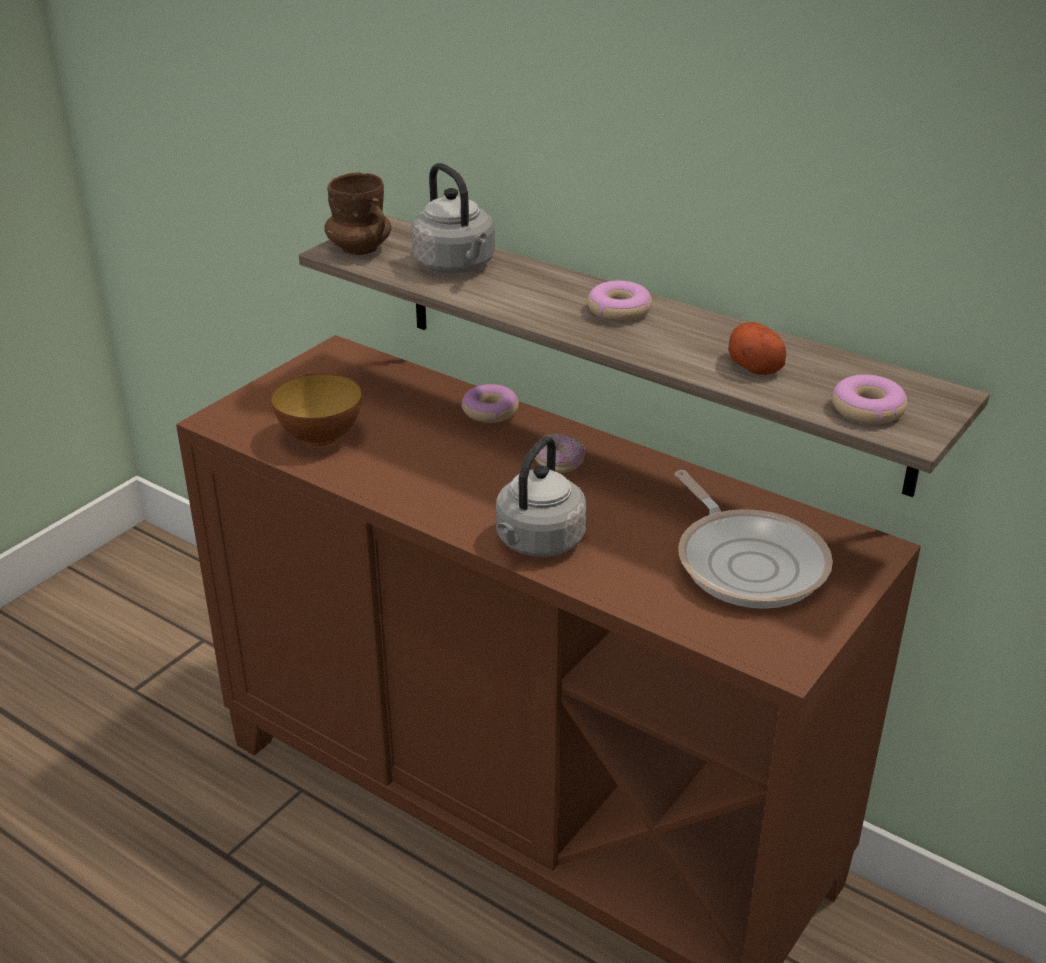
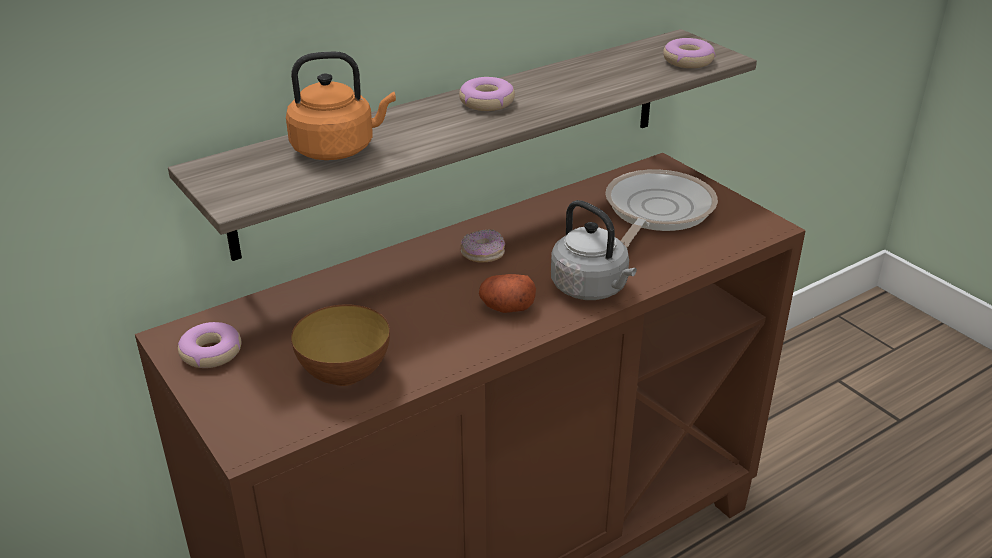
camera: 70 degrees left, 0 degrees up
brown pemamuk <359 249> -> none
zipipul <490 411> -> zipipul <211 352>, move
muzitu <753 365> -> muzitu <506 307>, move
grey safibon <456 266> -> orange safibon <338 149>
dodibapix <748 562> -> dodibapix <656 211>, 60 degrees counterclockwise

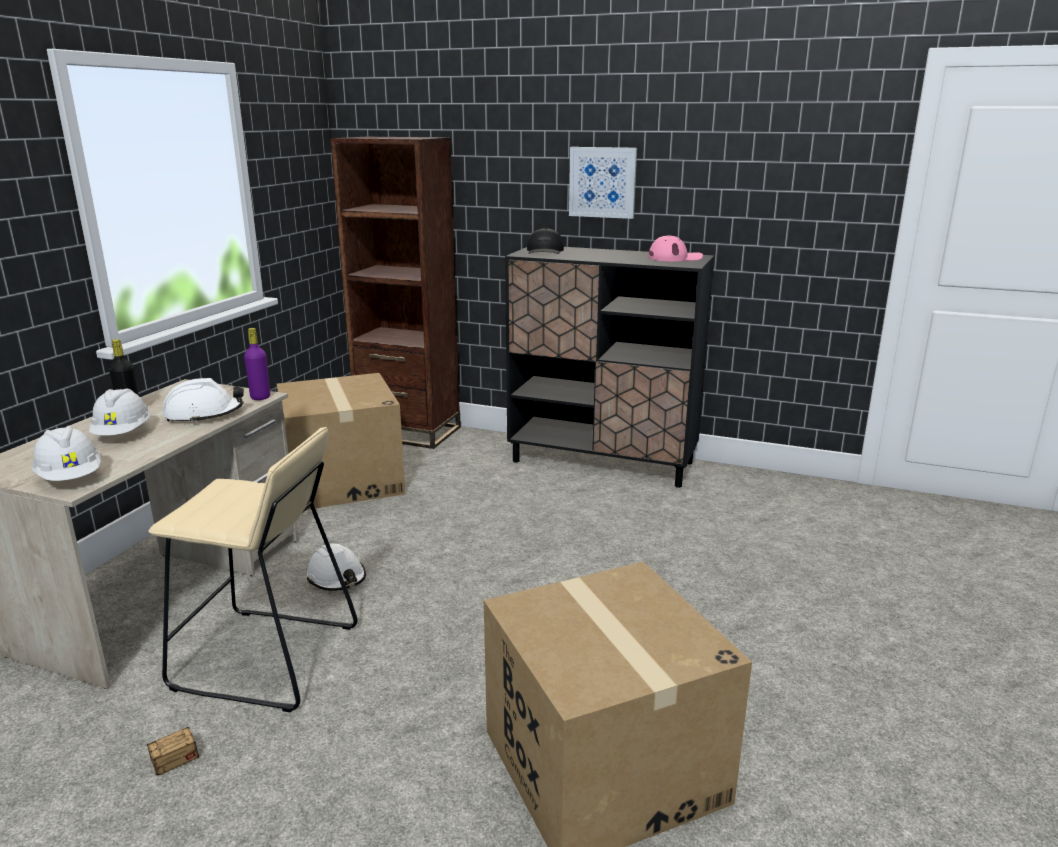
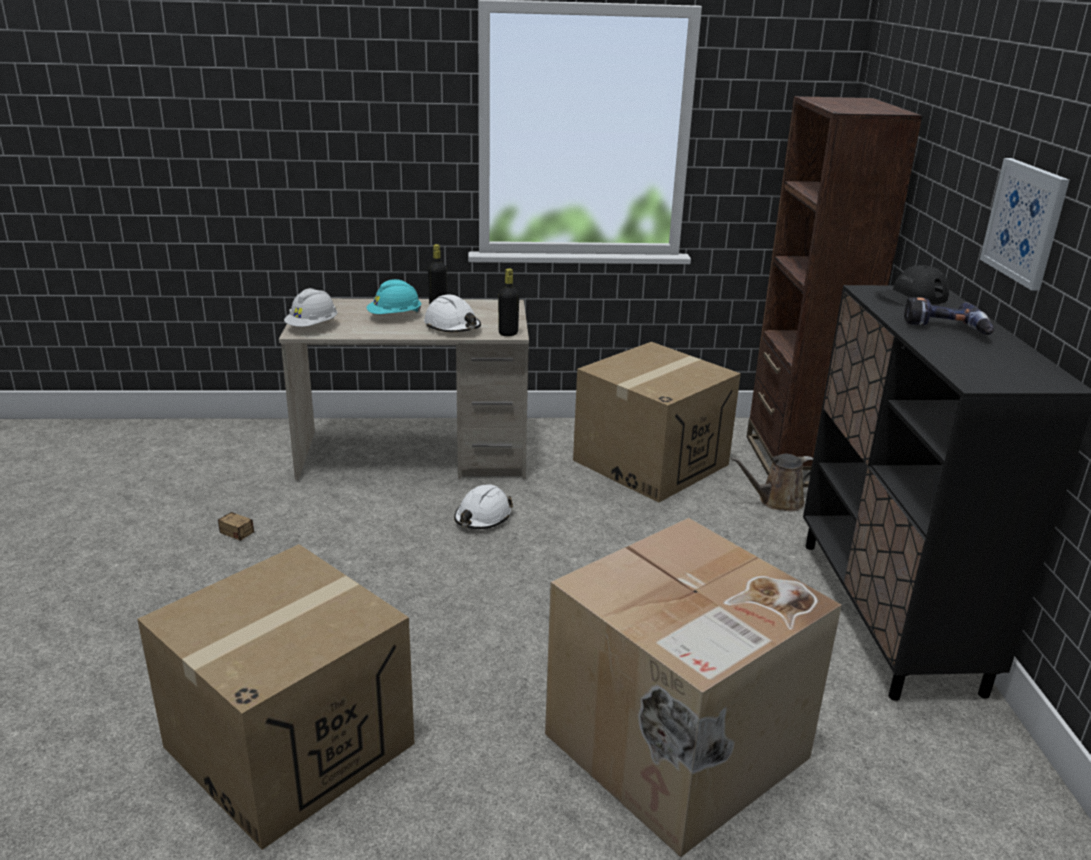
camera: 65 degrees right, 5 degrees up
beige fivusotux <265 658> -> none
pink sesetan <675 258> -> none
none -> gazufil <676 749>
none -> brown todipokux <777 501>
none -> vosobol <945 330>
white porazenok <123 434> -> turquoise porazenok <394 317>
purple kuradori <260 397> -> black kuradori <508 333>

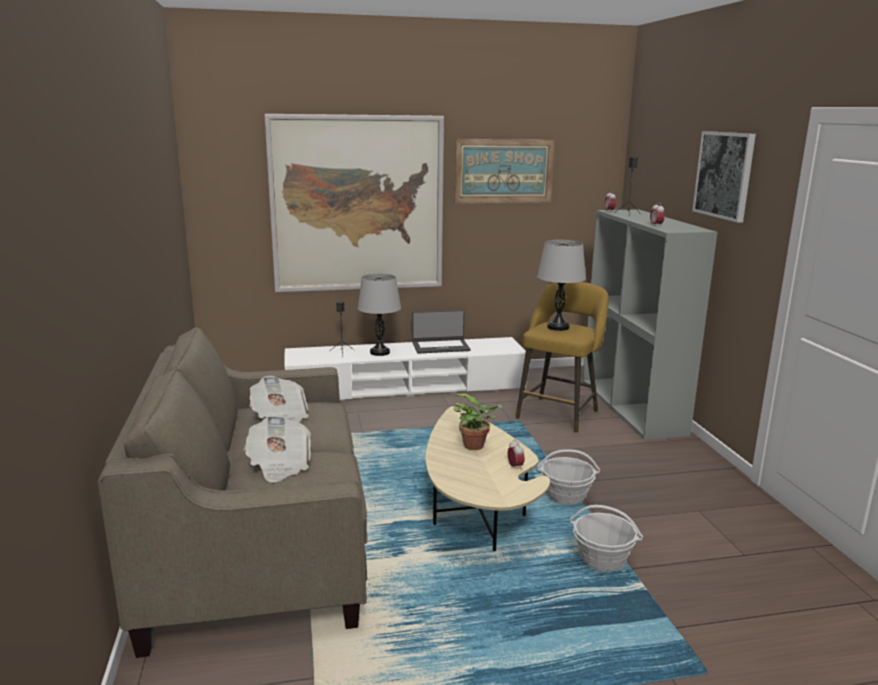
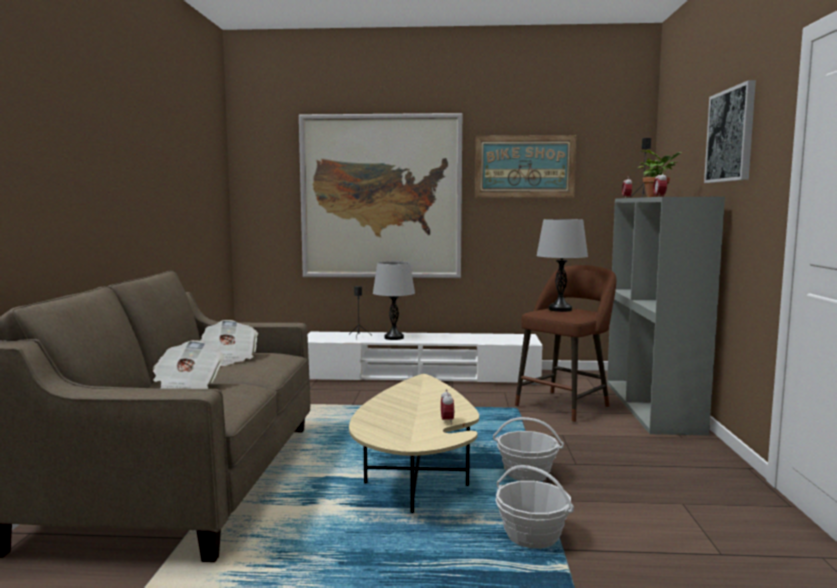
camera: 15 degrees right, 10 degrees down
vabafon <440 347> -> none
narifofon <476 446> -> narifofon <657 197>, move
yellow fivusotux <559 413> -> brown fivusotux <565 405>

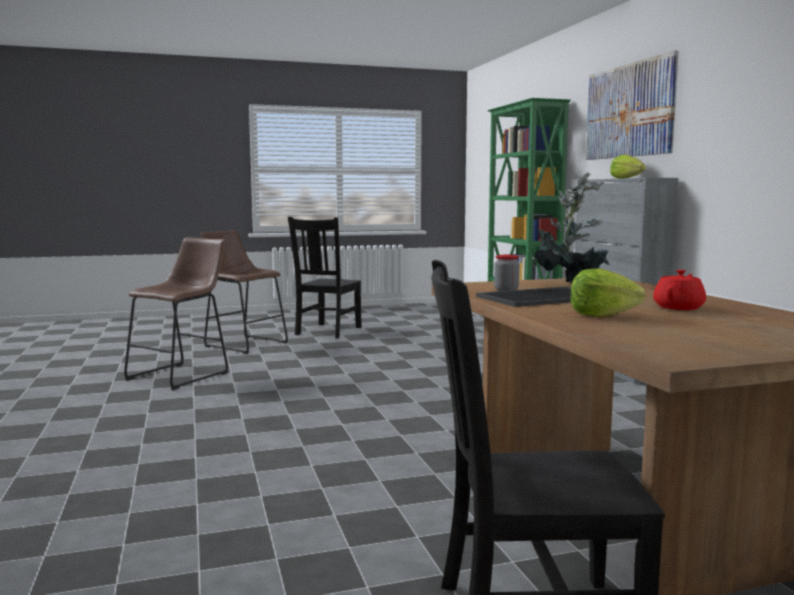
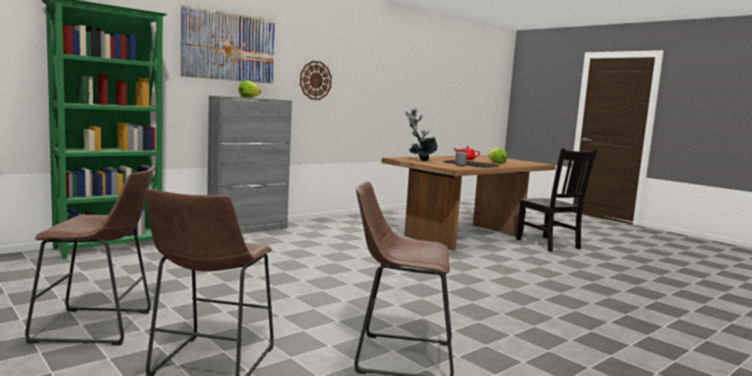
camera: 115 degrees left, 0 degrees up
none -> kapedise <315 80>
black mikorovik <327 331> -> brown fivusotux <100 327>

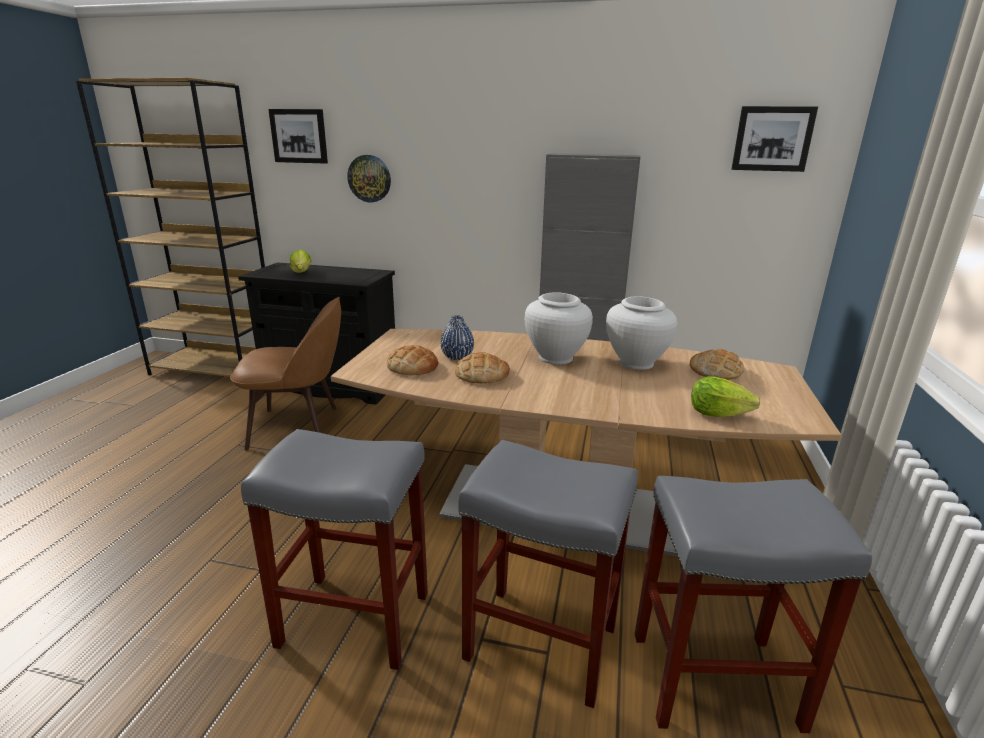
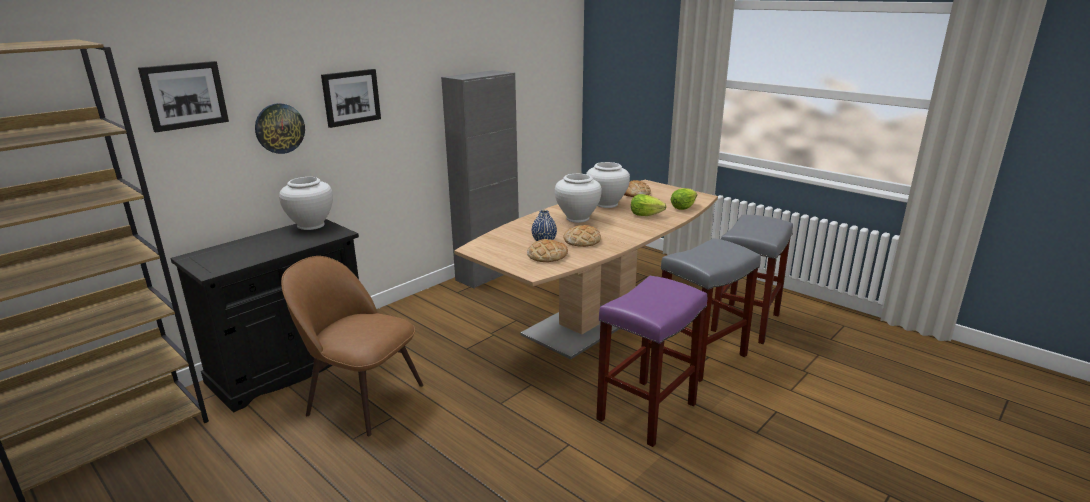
camera: 60 degrees left, 0 degrees up
none -> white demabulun <311 225>
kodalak <301 272> -> kodalak <645 215>, move
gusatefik <772 139> -> gusatefik <351 97>, move
grey fivusotux <352 620> -> purple fivusotux <646 412>
brown mikorovik <298 427> -> brown mikorovik <362 398>, 90 degrees counterclockwise

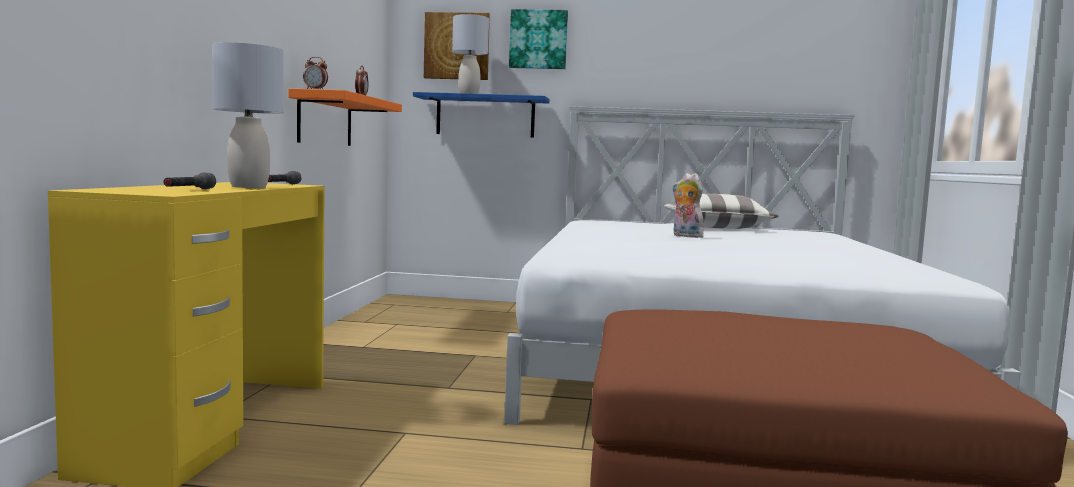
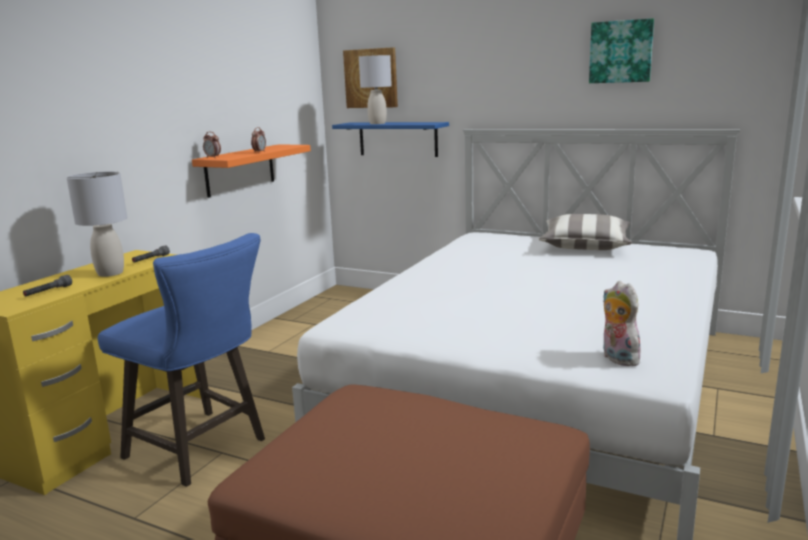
camera: 20 degrees right, 10 degrees up
none -> blue fivusotux <203 450>
gusatefik <538 39> -> gusatefik <621 52>, move
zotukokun <685 236> -> zotukokun <617 358>, move

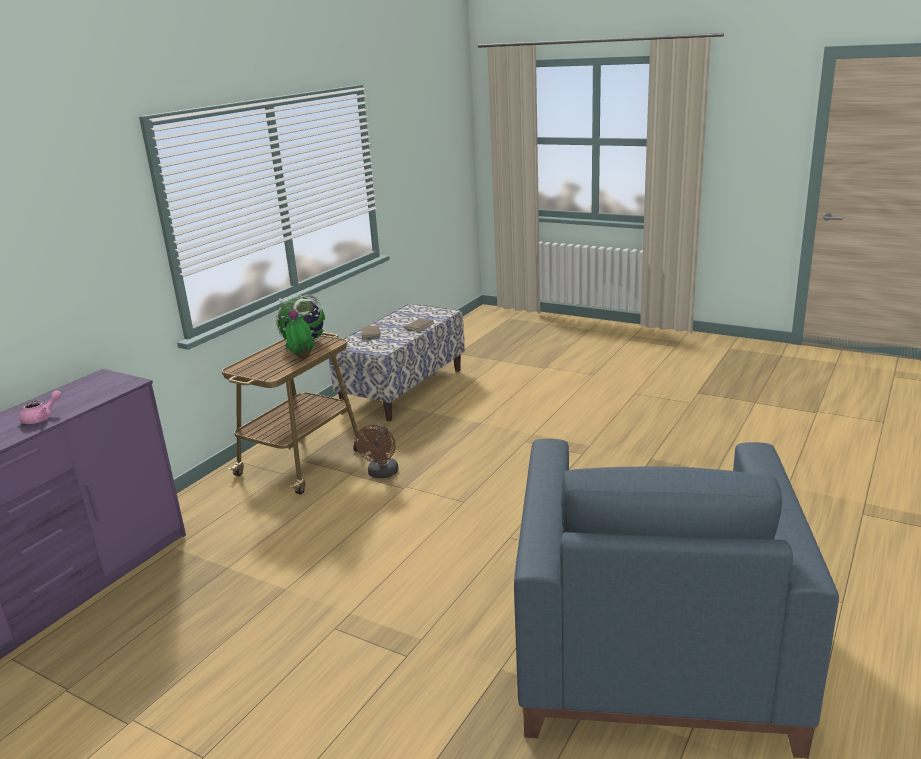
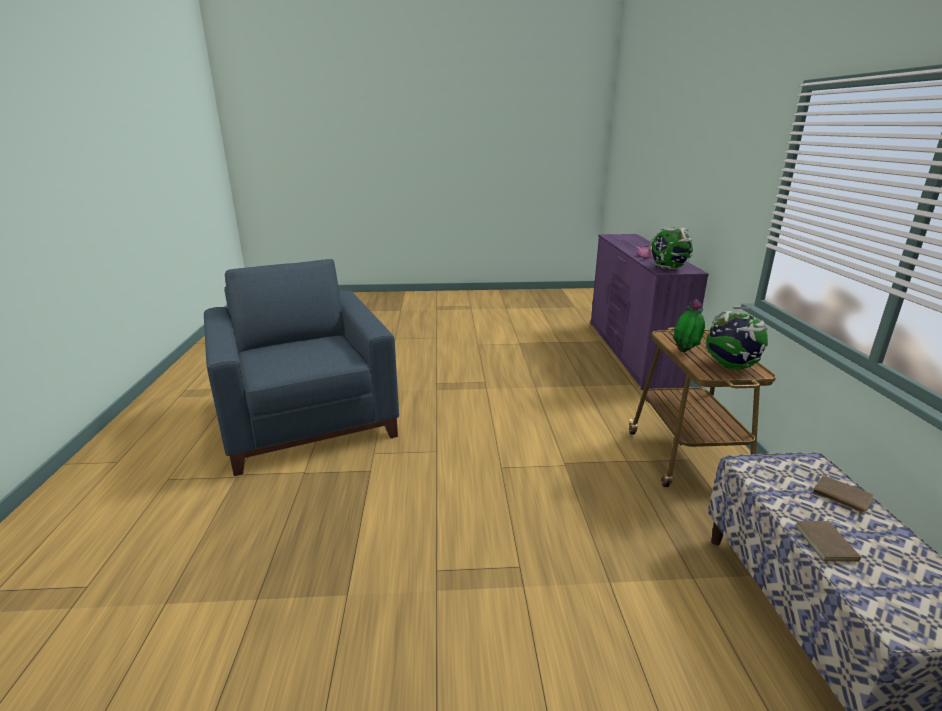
camera: 145 degrees right, 0 degrees up
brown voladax <382 474> -> none
none -> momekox <668 268>

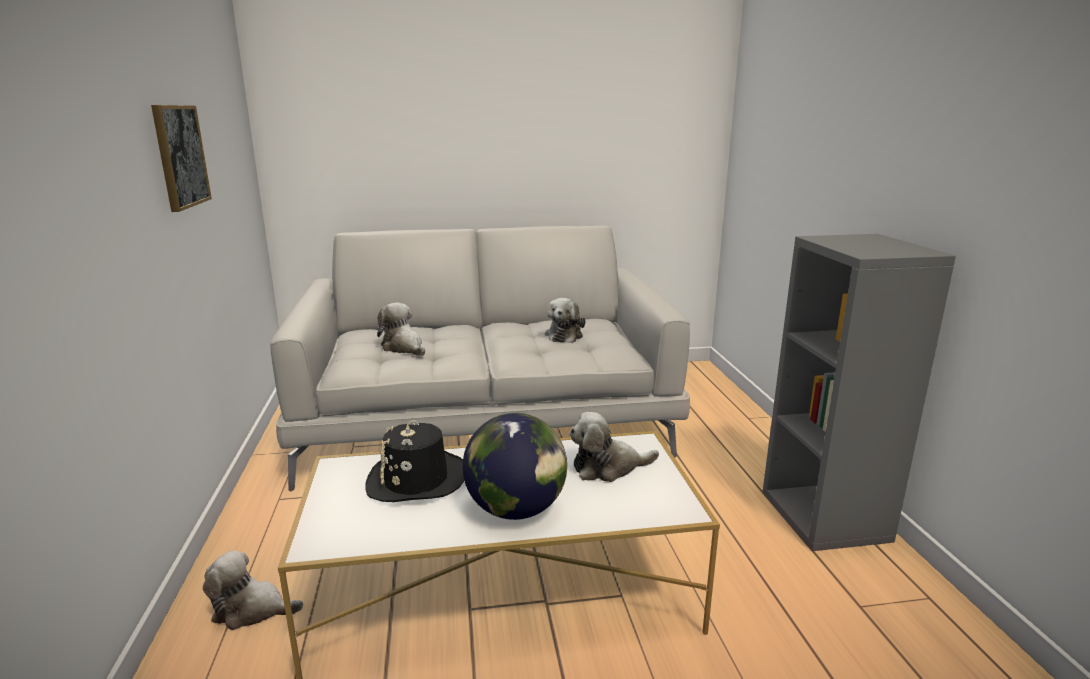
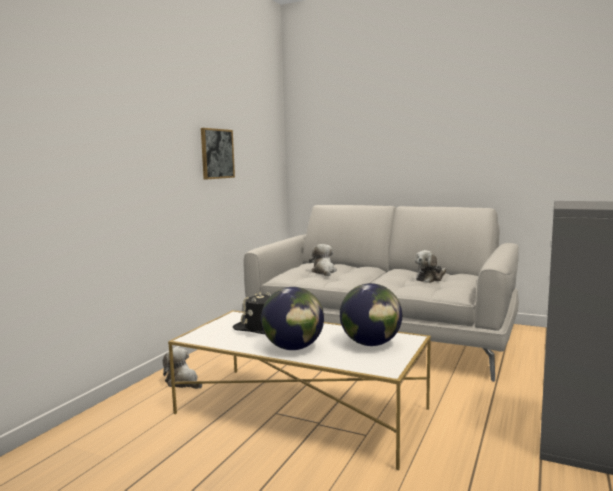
camera: 35 degrees right, 10 degrees down
zotukokun <608 467> -> momekox <371 344>

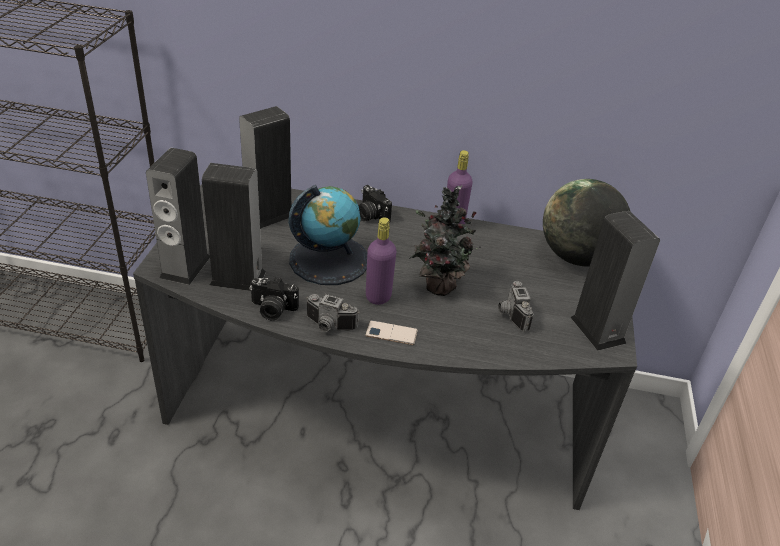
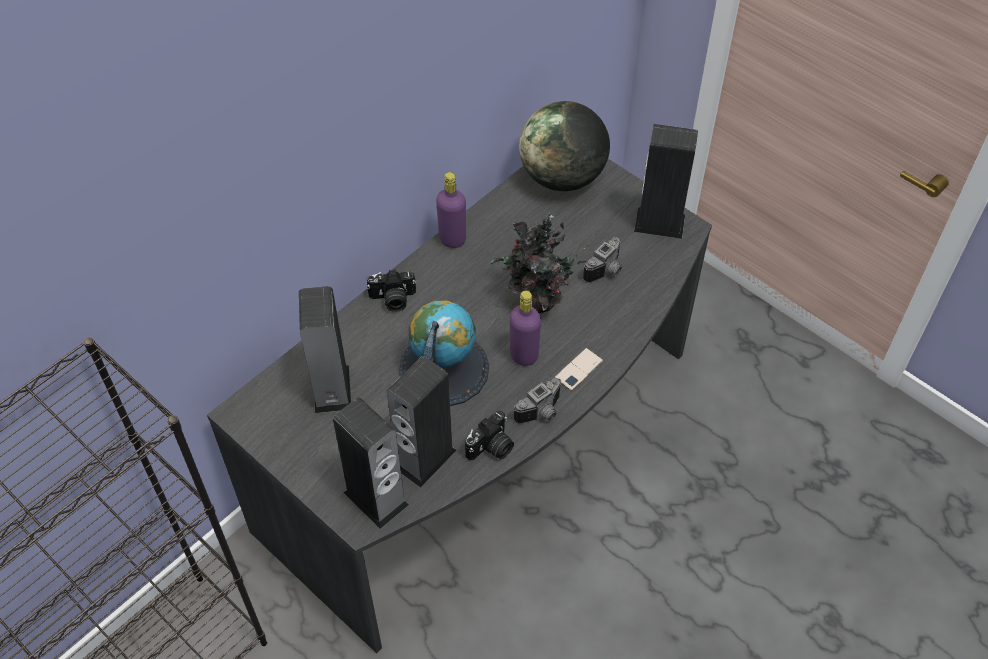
camera: 55 degrees left, 15 degrees up
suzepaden <510 315> -> suzepaden <607 271>, 75 degrees counterclockwise

